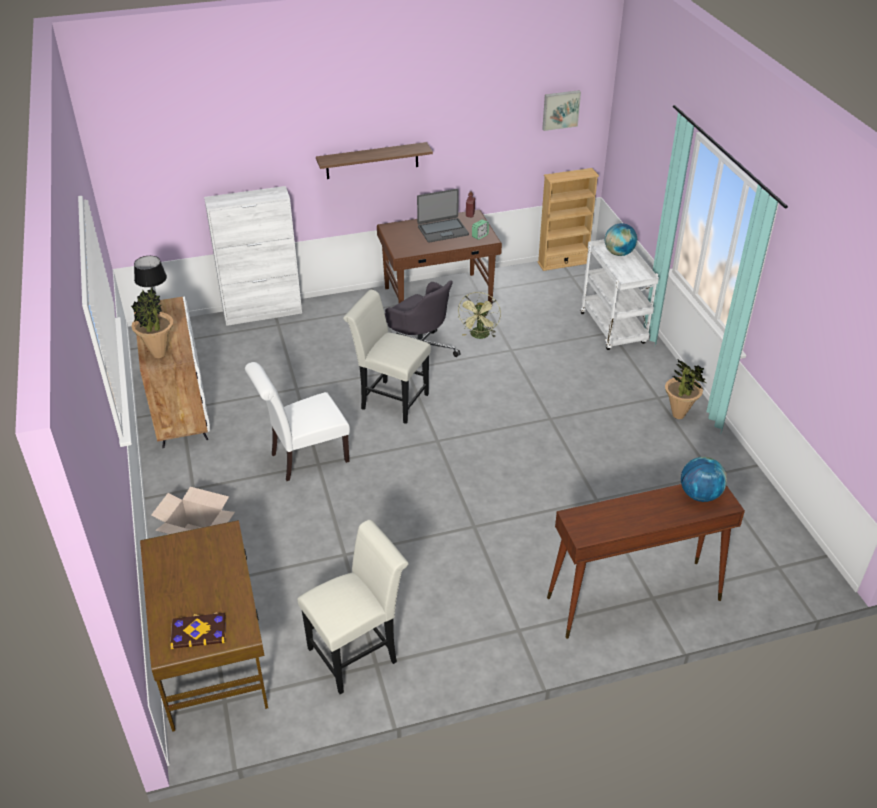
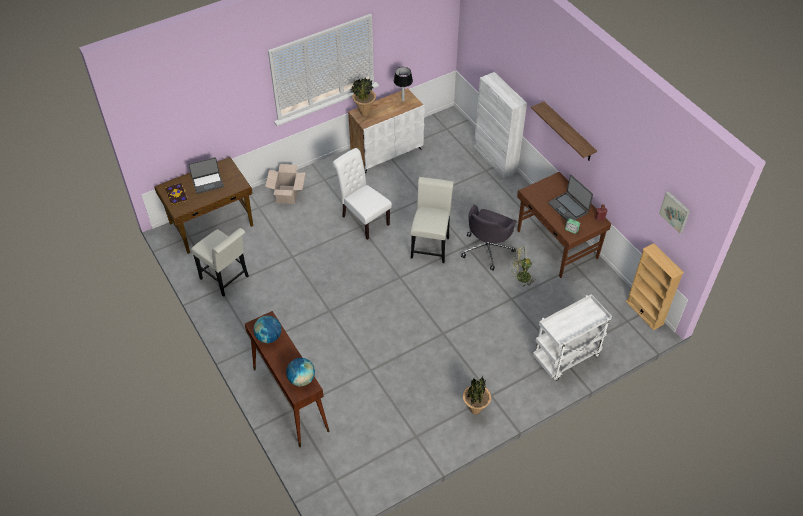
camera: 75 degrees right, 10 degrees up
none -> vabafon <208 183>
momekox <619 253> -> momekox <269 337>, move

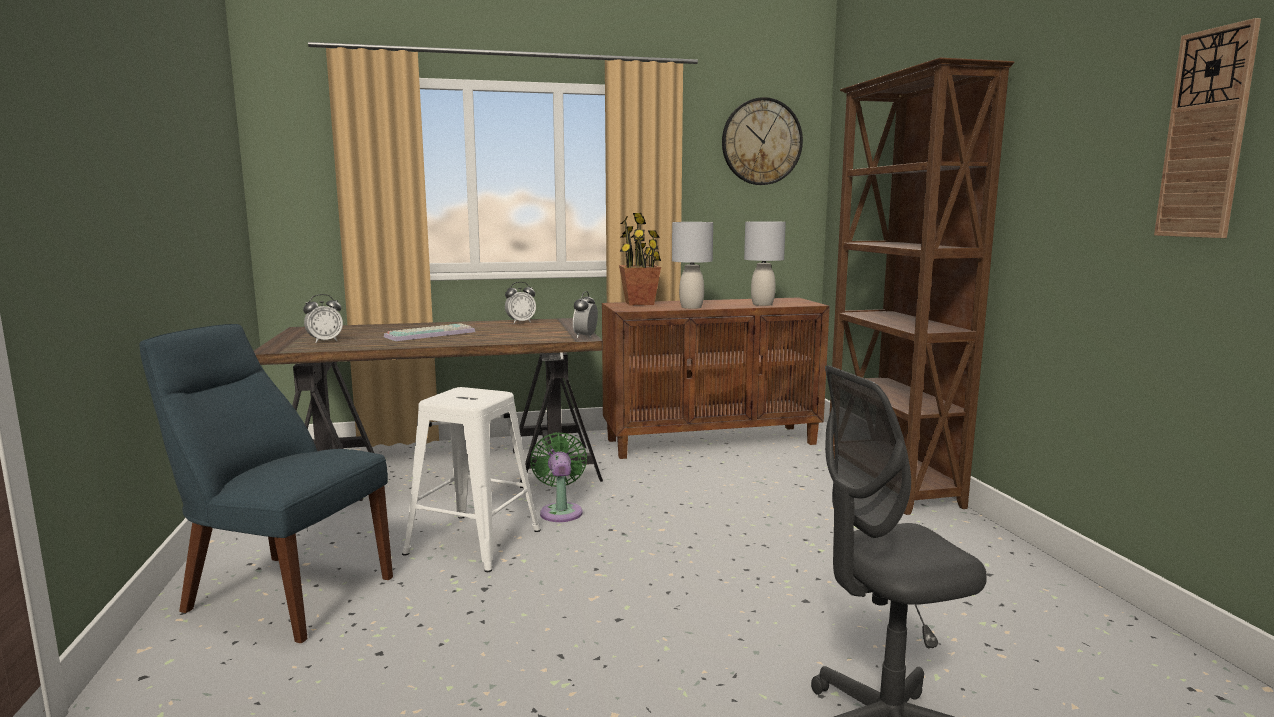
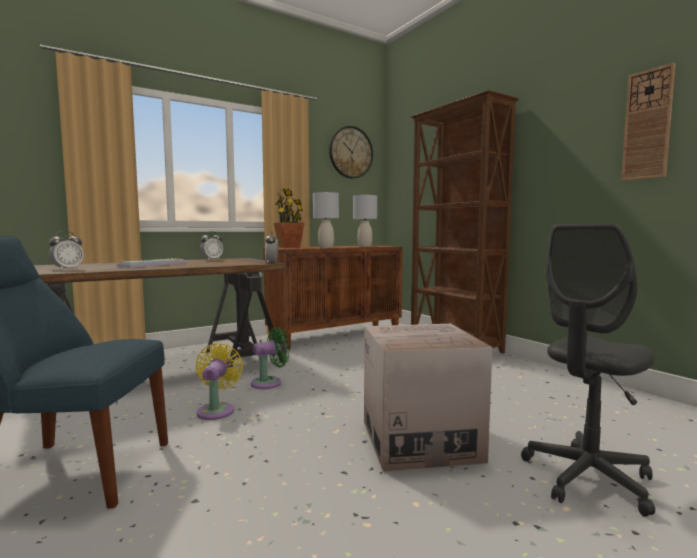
camera: 20 degrees left, 5 degrees down
none -> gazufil <419 440>
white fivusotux <471 542> -> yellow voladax <217 410>
green voladax <561 511> -> green voladax <269 383>, 90 degrees clockwise

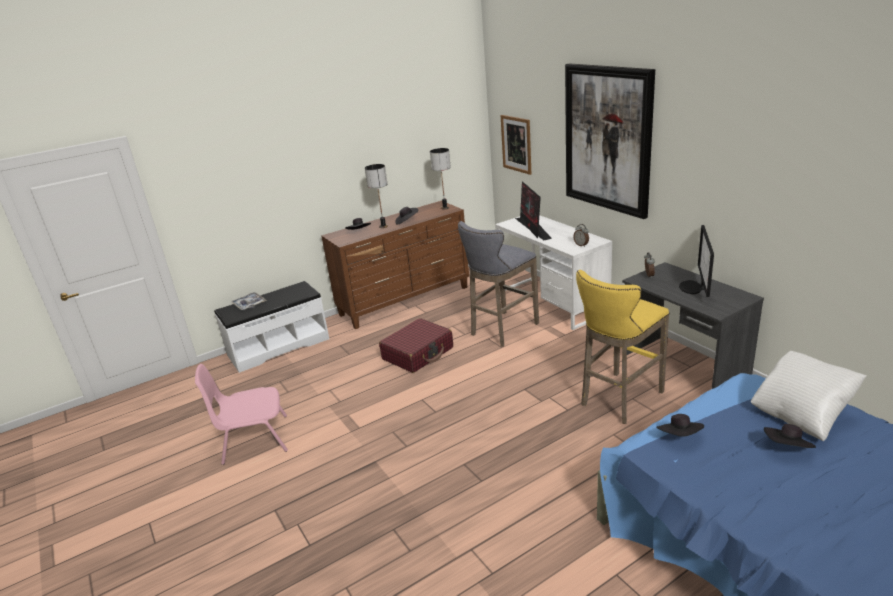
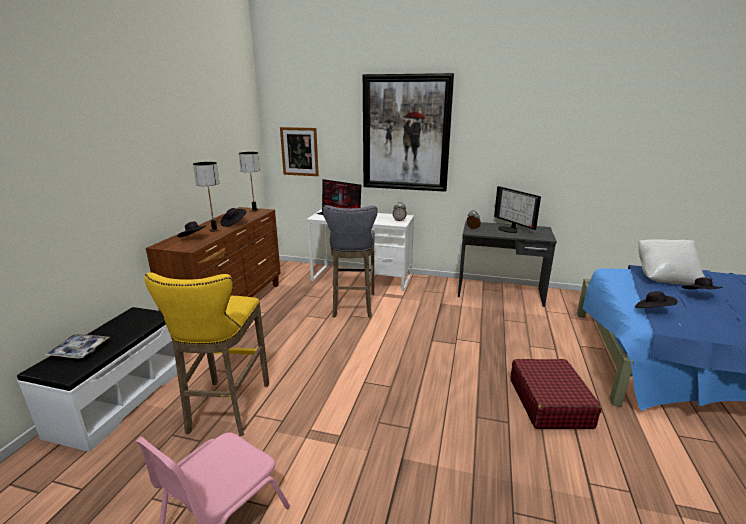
camera: 45 degrees left, 5 degrees down
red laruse <418 353> -> red laruse <549 402>, move
yellow fivusotux <619 400> -> yellow fivusotux <227 410>, move

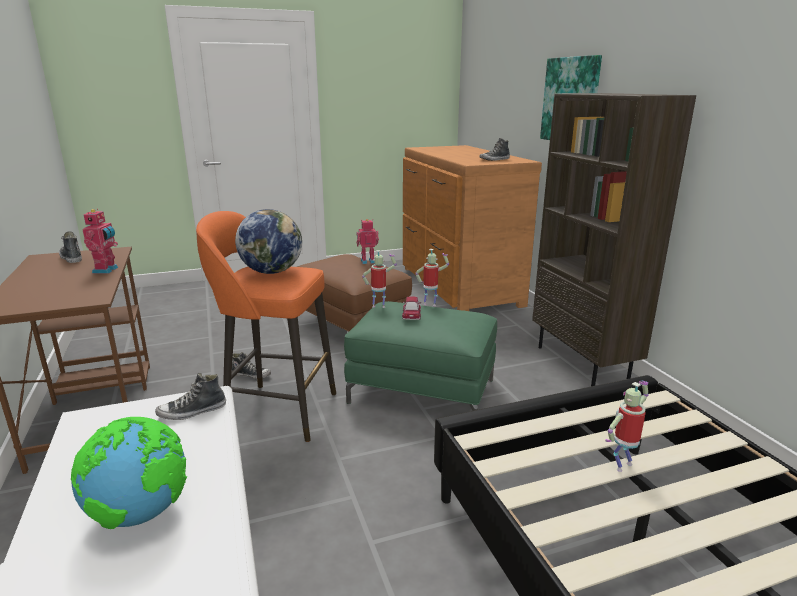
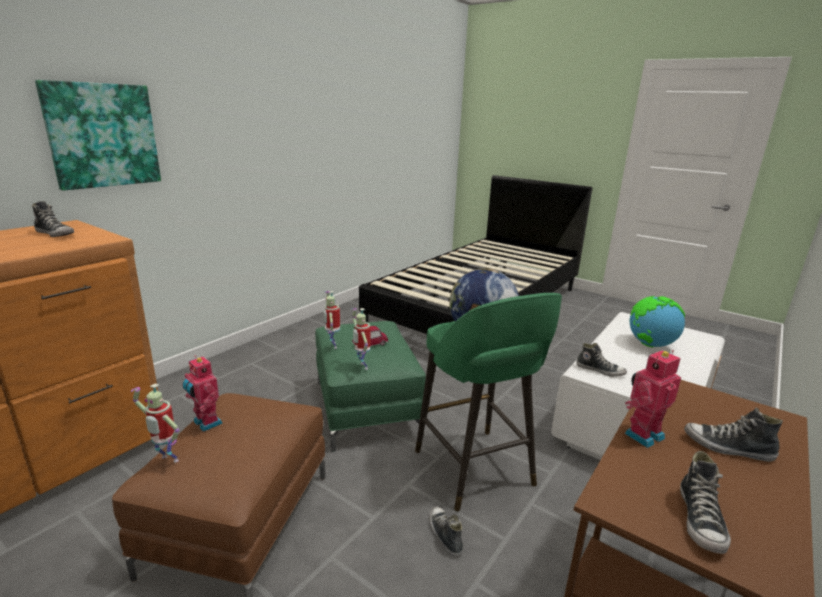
camera: 125 degrees left, 0 degrees up
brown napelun <583 363> -> none
none -> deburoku <727 448>
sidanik <621 465> -> sidanik <167 460>, move
orange fivusotux <278 411> -> green fivusotux <475 470>

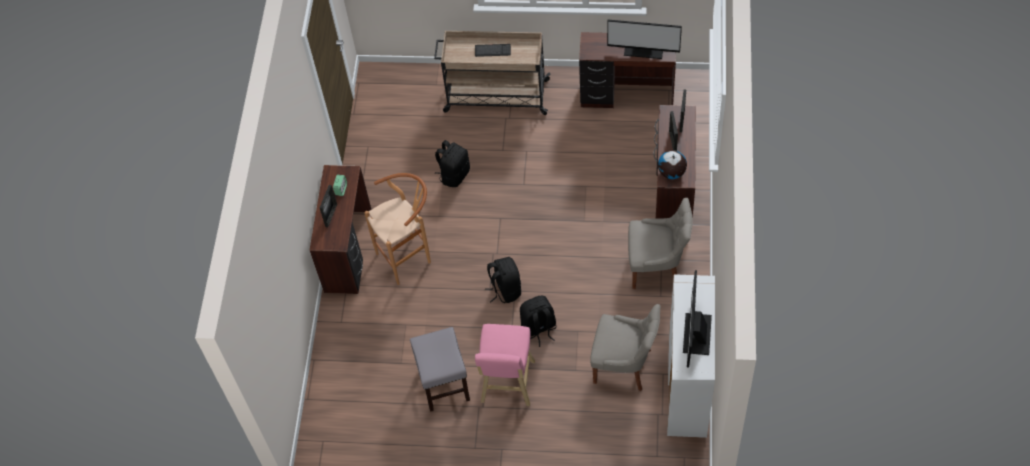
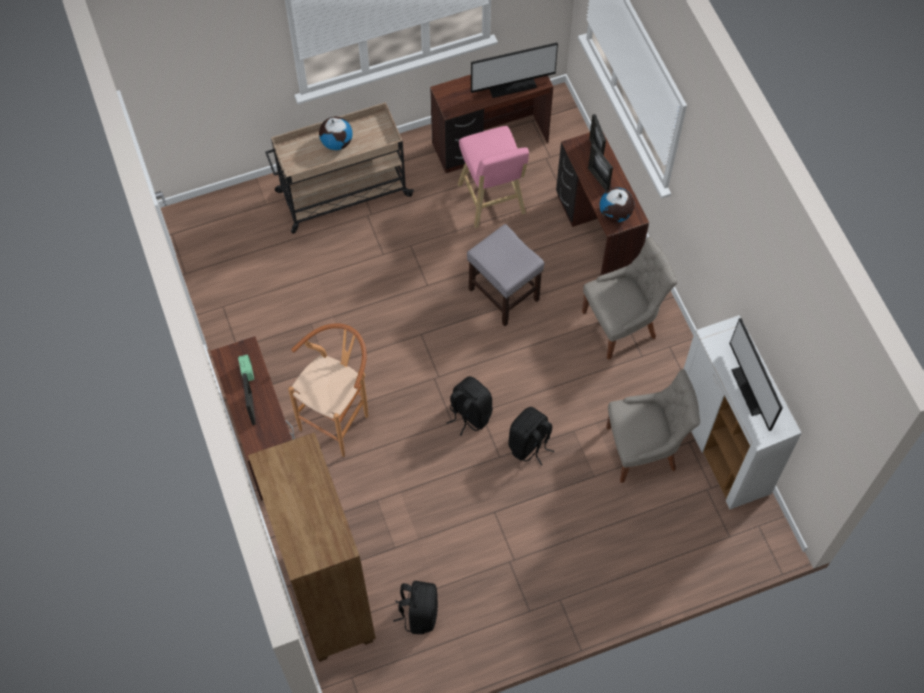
camera: 30 degrees left, 5 degrees up
none -> brown napelun <328 597>
grey fivusotux <443 384> -> grey fivusotux <503 294>, move
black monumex <454 175> -> black monumex <419 613>, move
pink fivusotux <507 384> -> pink fivusotux <492 202>, move
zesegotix <492 51> -> momekox <337 142>

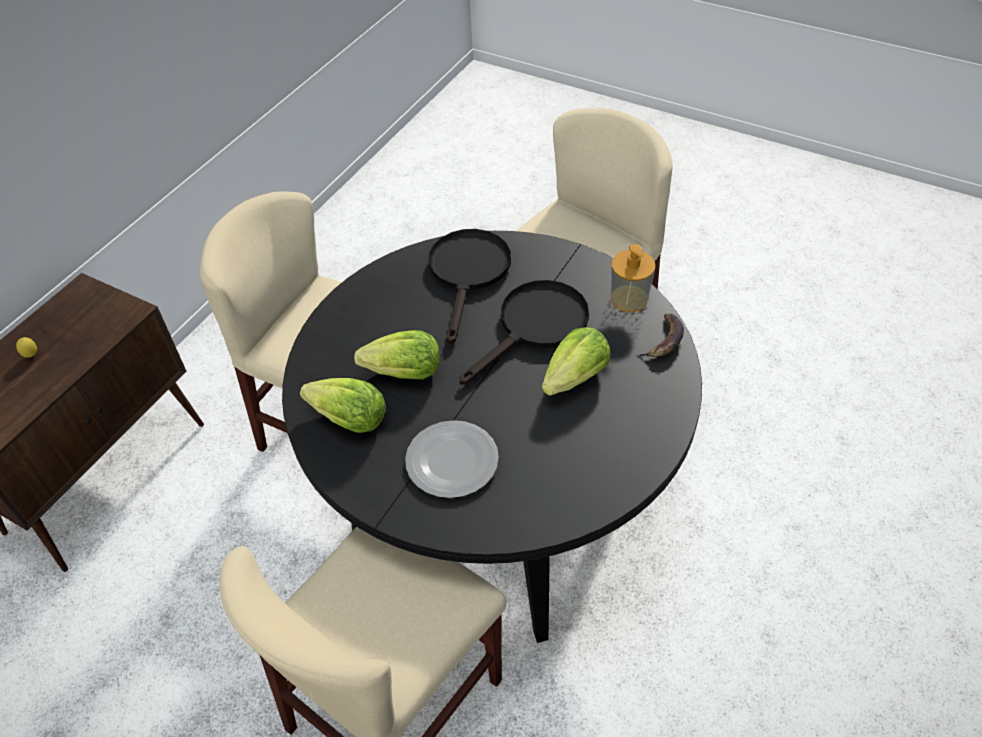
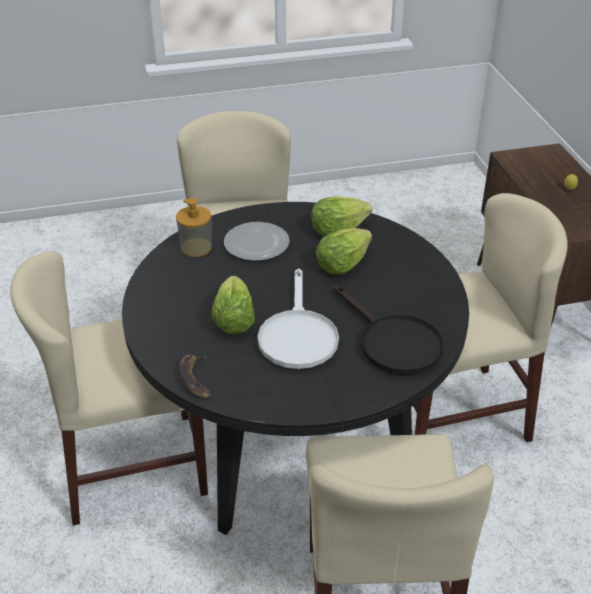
camera: 135 degrees right, 10 degrees down
none -> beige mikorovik <134 466>
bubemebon <629 299> -> bubemebon <196 247>, move
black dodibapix <535 327> -> white dodibapix <297 335>

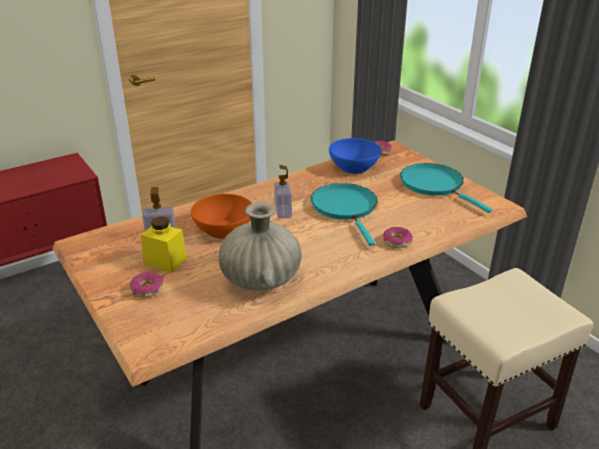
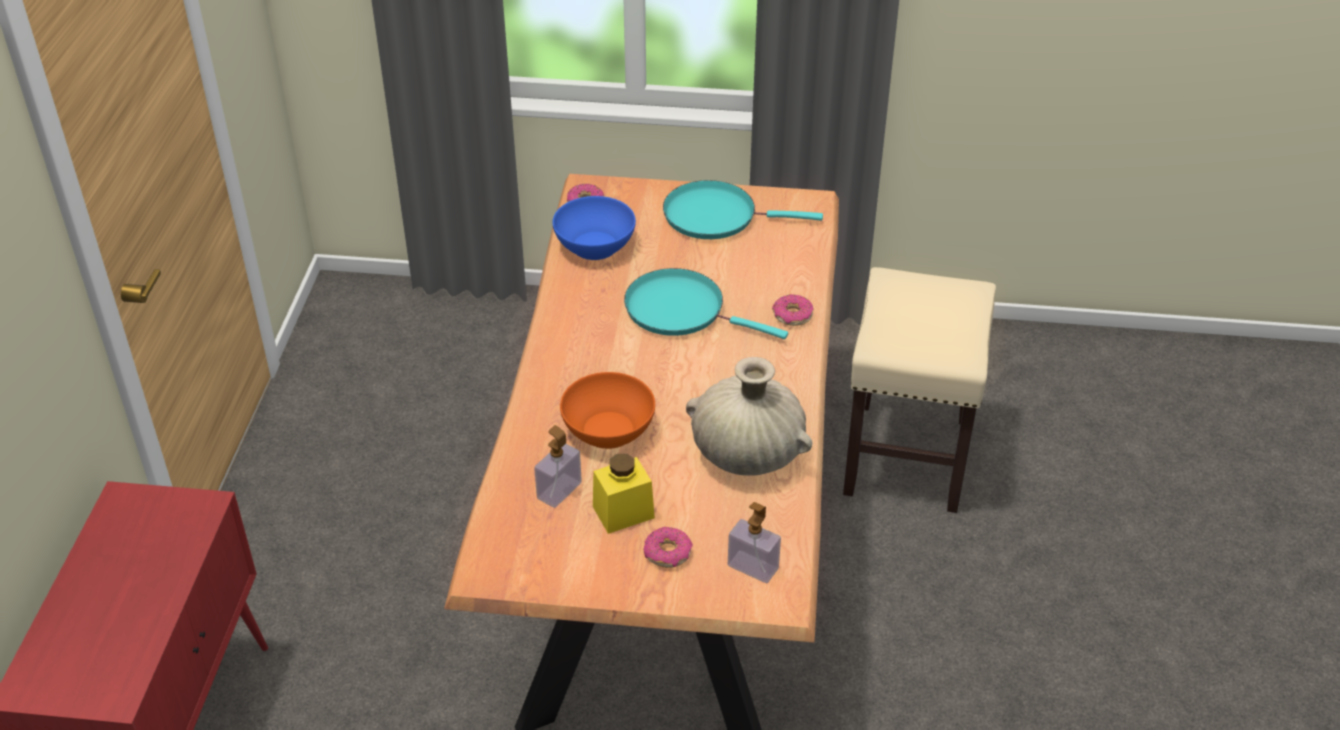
camera: 50 degrees left, 10 degrees up
bubemebon <283 212> -> bubemebon <753 567>, move

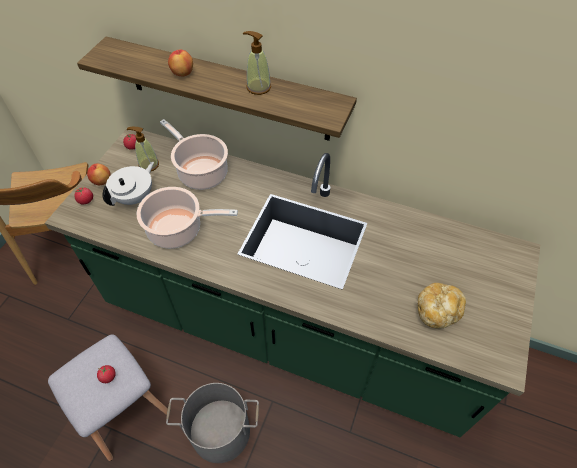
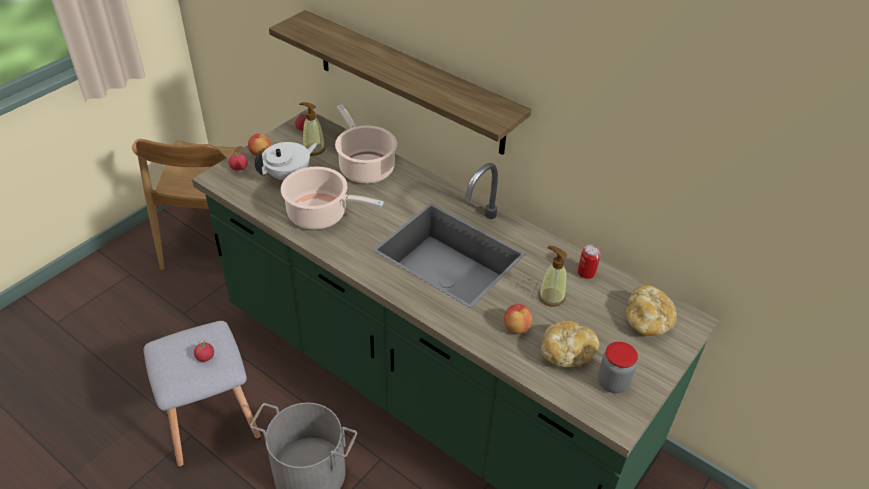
camera: 15 degrees right, 10 degrees down
none -> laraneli <586 273>
none -> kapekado <612 382>
none -> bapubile <647 321>
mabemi <183 73> -> mabemi <516 327>, move
bubemebon <258 87> -> bubemebon <551 297>, move

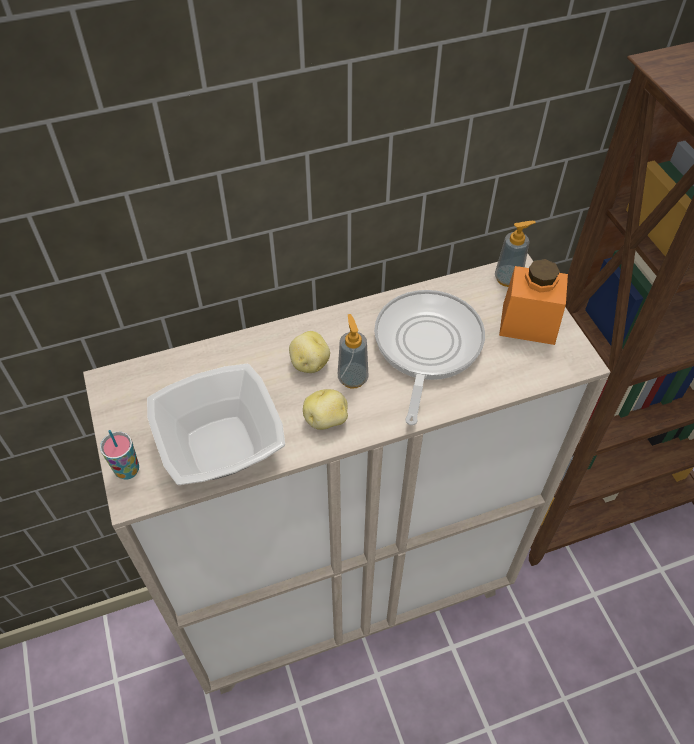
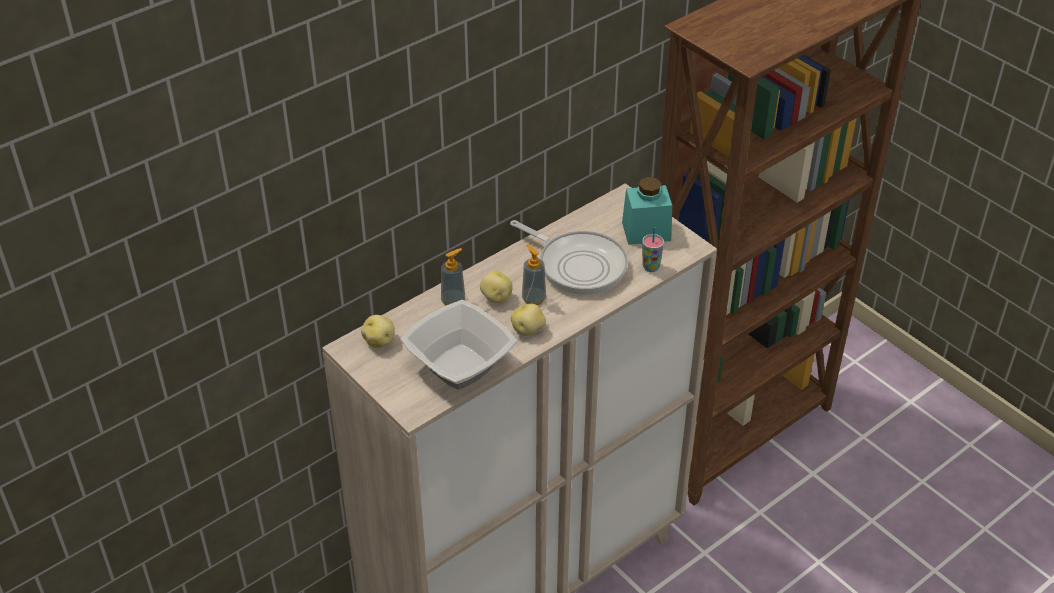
camera: 20 degrees left, 10 degrees down
none -> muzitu <379 341>
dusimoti <127 470> -> dusimoti <651 267>, move
bubemebon <508 278> -> bubemebon <453 301>, move
orange kapekado <528 323> -> turquoise kapekado <646 231>
dodibapix <426 347> -> dodibapix <578 265>, 135 degrees clockwise

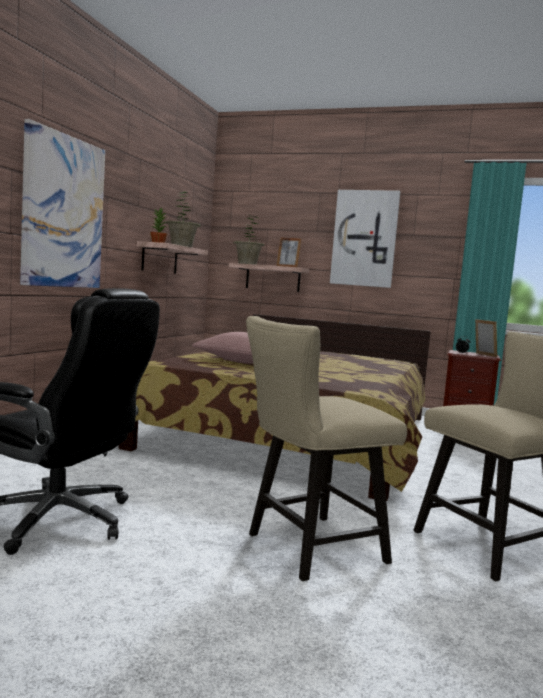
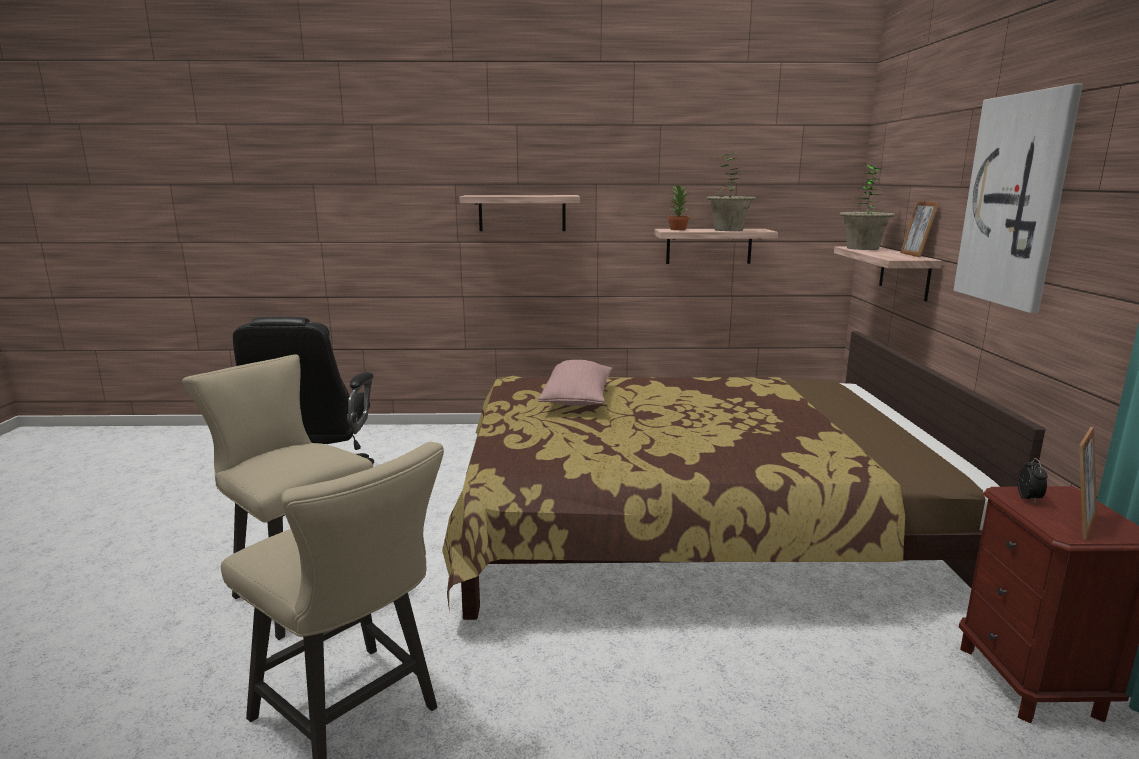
camera: 70 degrees right, 10 degrees up
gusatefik <63 212> -> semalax <522 213>

